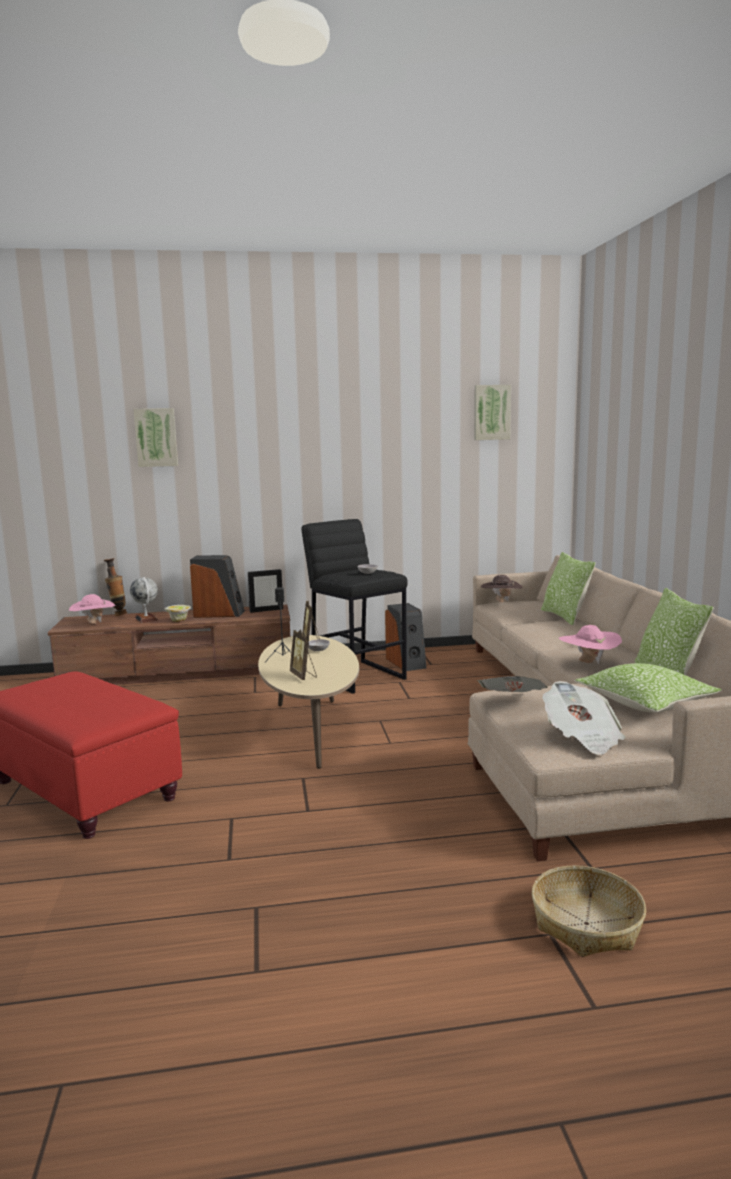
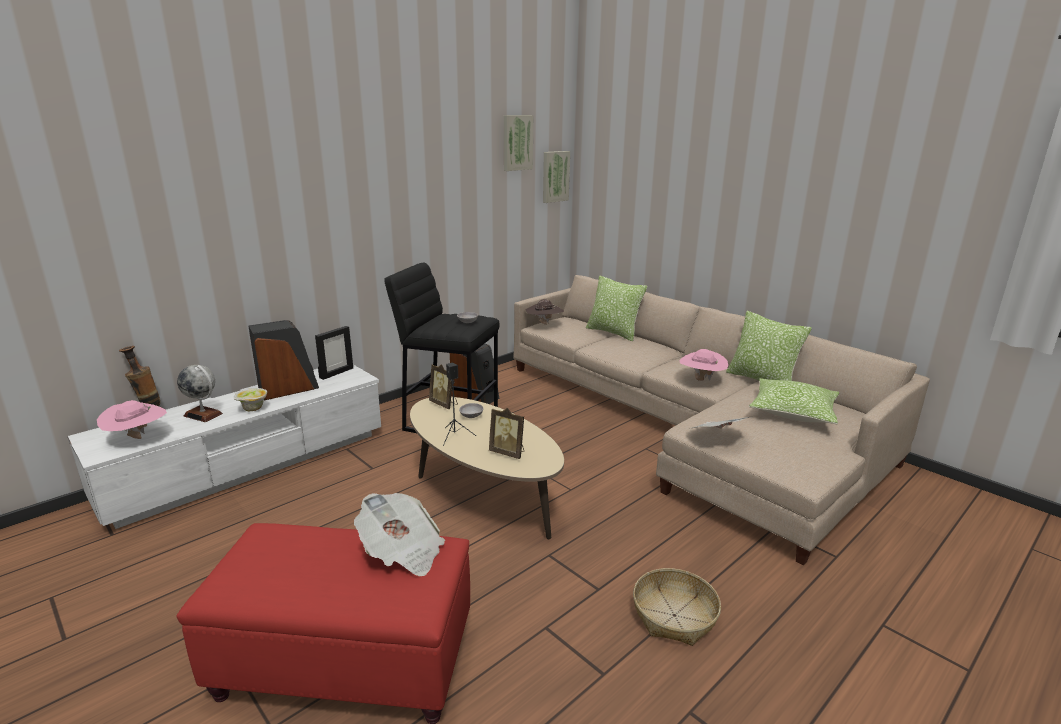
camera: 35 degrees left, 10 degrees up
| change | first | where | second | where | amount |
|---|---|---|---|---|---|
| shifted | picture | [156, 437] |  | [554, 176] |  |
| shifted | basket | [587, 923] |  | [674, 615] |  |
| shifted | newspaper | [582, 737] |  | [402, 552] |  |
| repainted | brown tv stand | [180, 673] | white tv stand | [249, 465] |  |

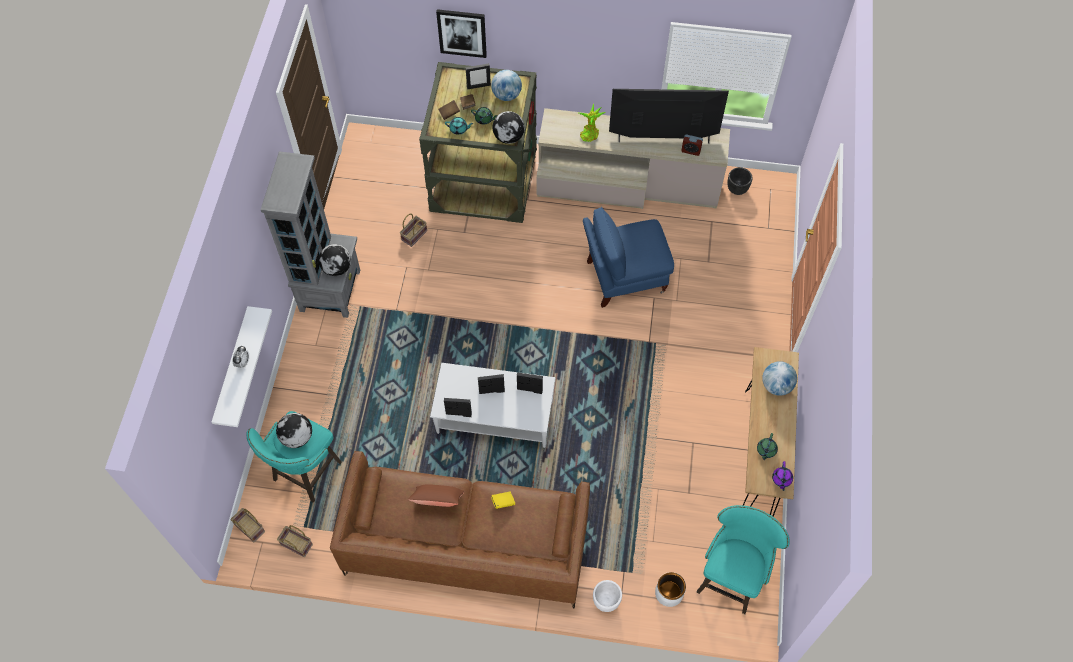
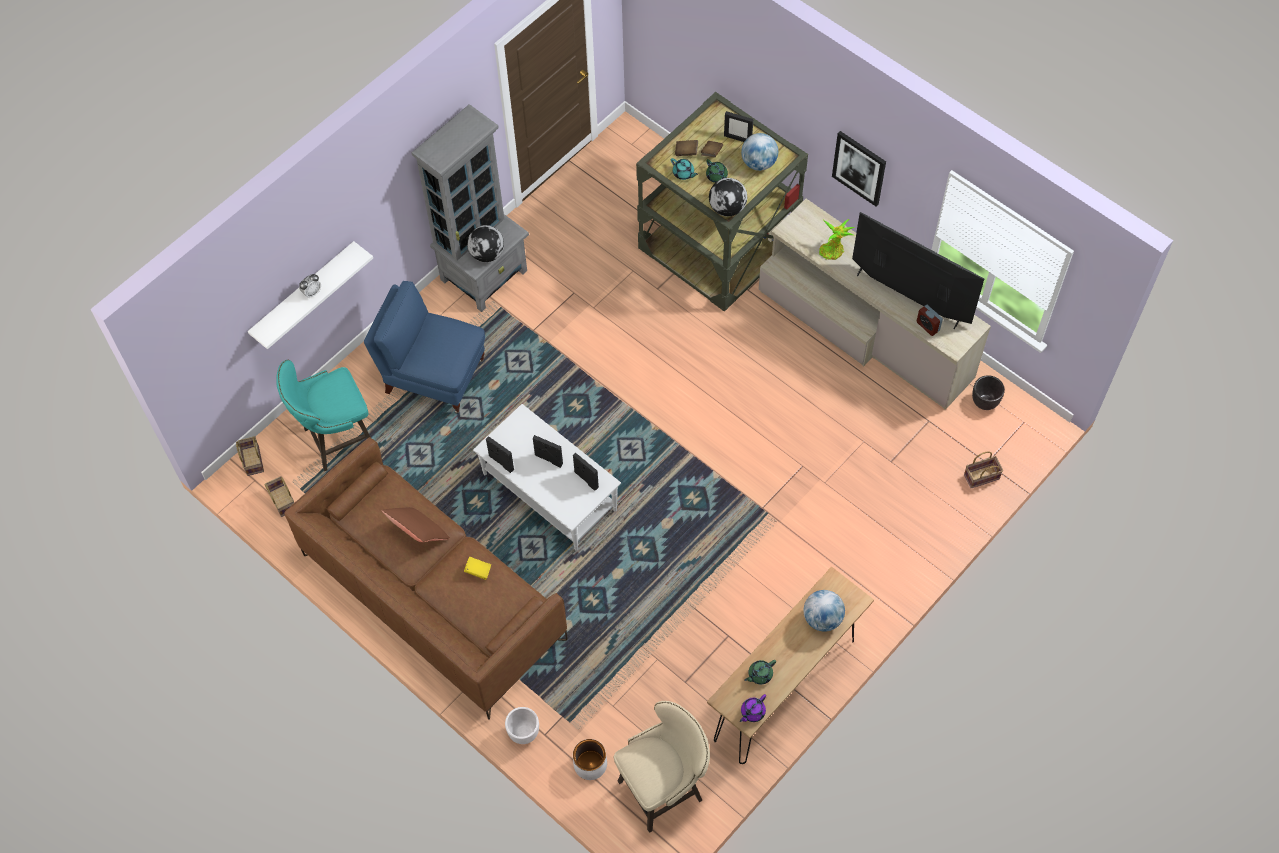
camera: 35 degrees right, 0 degrees up
| change | first | where | second | where | amount |
|---|---|---|---|---|---|
| gone | globe | [297, 437] |  |  |  |
| shifted | basket | [414, 236] |  | [981, 477] |  |
| shifted | picture | [462, 32] |  | [859, 168] |  |
| shifted | blue armchair | [624, 277] |  | [434, 376] |  |
| repainted | turquoise stool | [731, 576] | beige stool | [663, 788] |  |

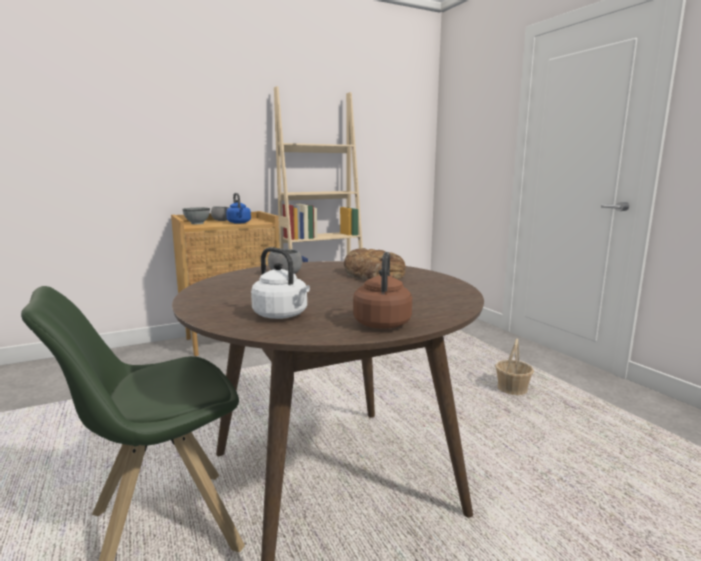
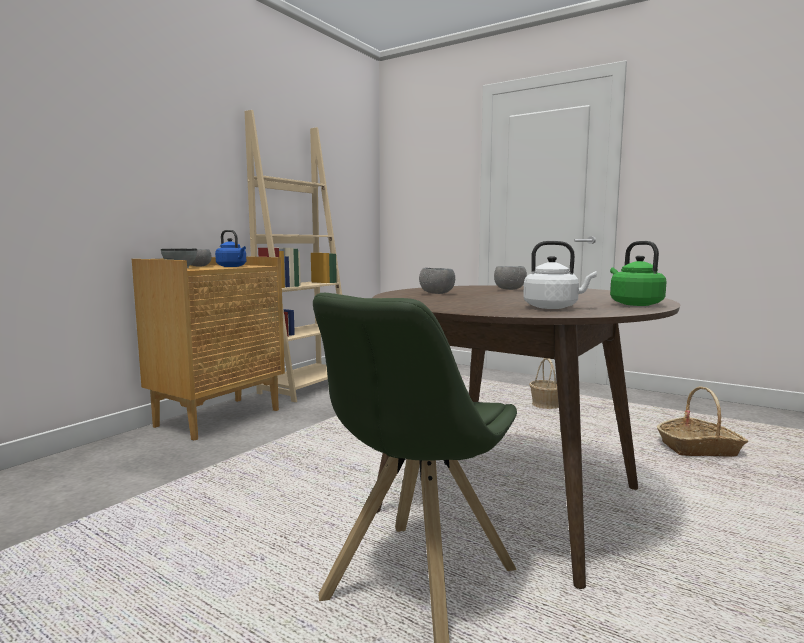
camera: 30 degrees left, 5 degrees down
| change | first | where | second | where | amount |
|---|---|---|---|---|---|
| new |  |  | basket | [699, 449] |  |
| swapped | bread | [374, 275] | grey bowl | [509, 289] |  |
| repainted | brown kettle | [382, 322] | green kettle | [633, 304] |  |

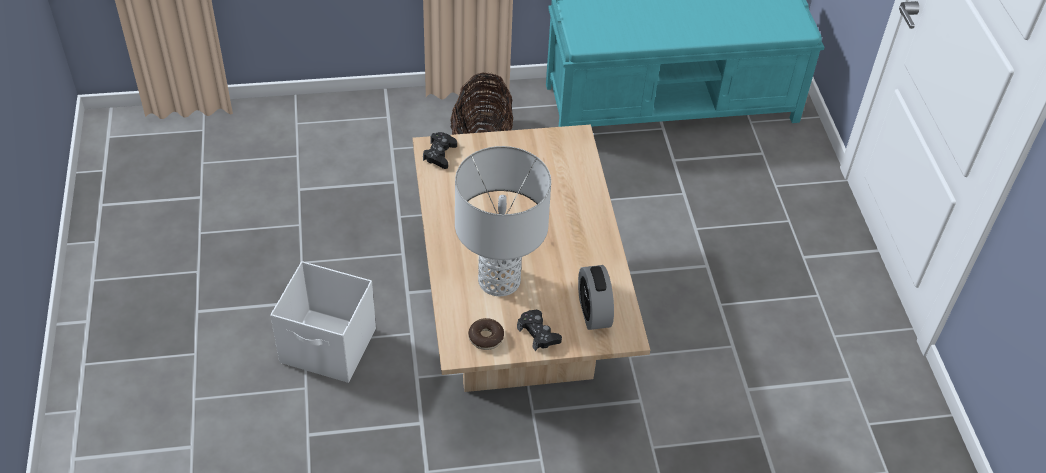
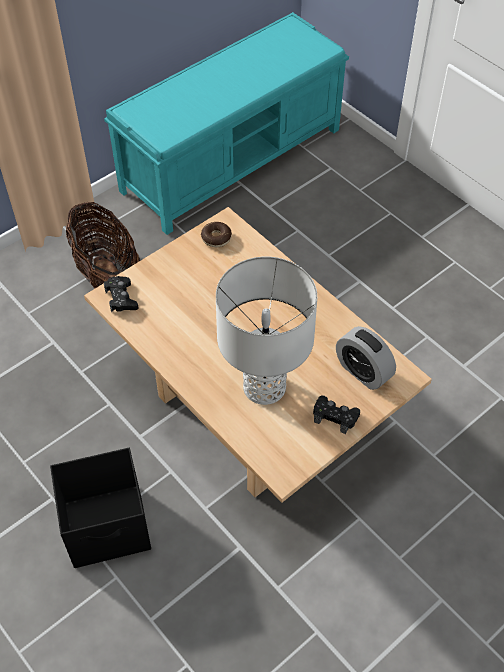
camera: 30 degrees left, 5 degrees up
| change | first | where | second | where | amount |
|---|---|---|---|---|---|
| shifted | donut | [486, 337] |  | [216, 238] |  |
| repainted | white storage box | [329, 347] | black storage box | [108, 526] |  |

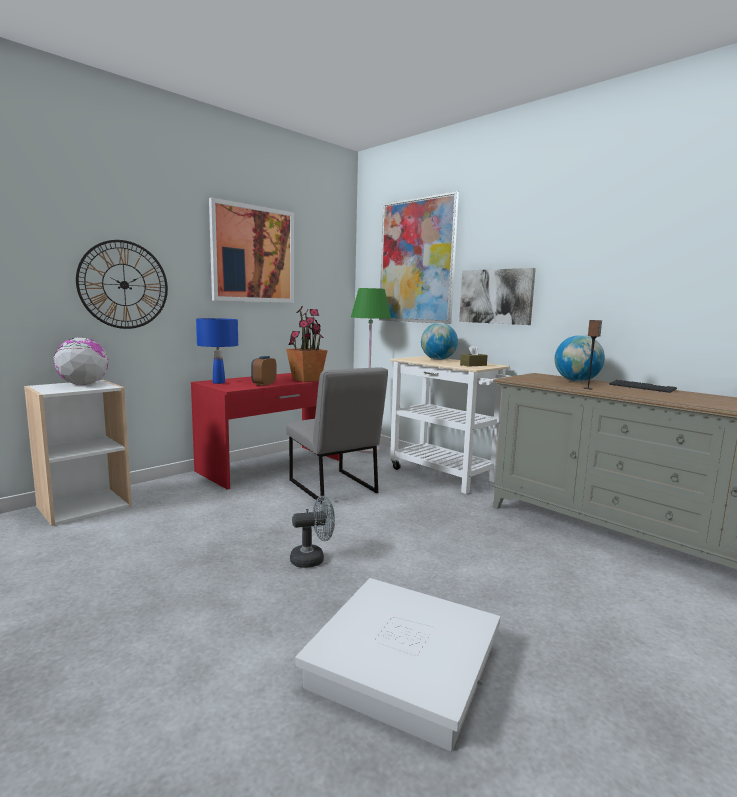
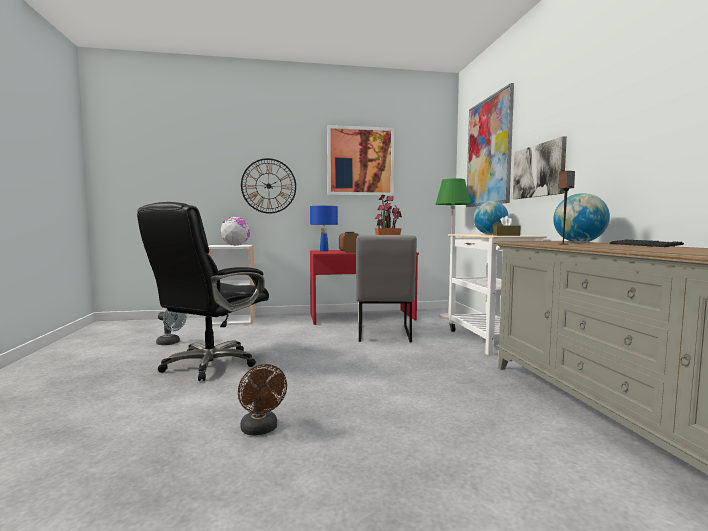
camera: 35 degrees right, 5 degrees down
| change | first | where | second | where | amount |
|---|---|---|---|---|---|
| new |  |  | black office chair | [211, 363] |  |
| shifted | grey fan | [313, 559] |  | [171, 343] |  |
| swapped | white storage box | [403, 665] | brown fan | [261, 430] |  |

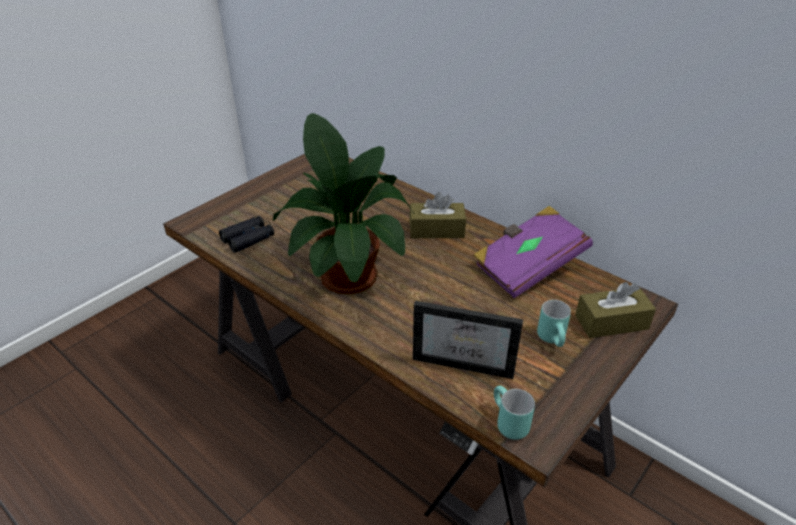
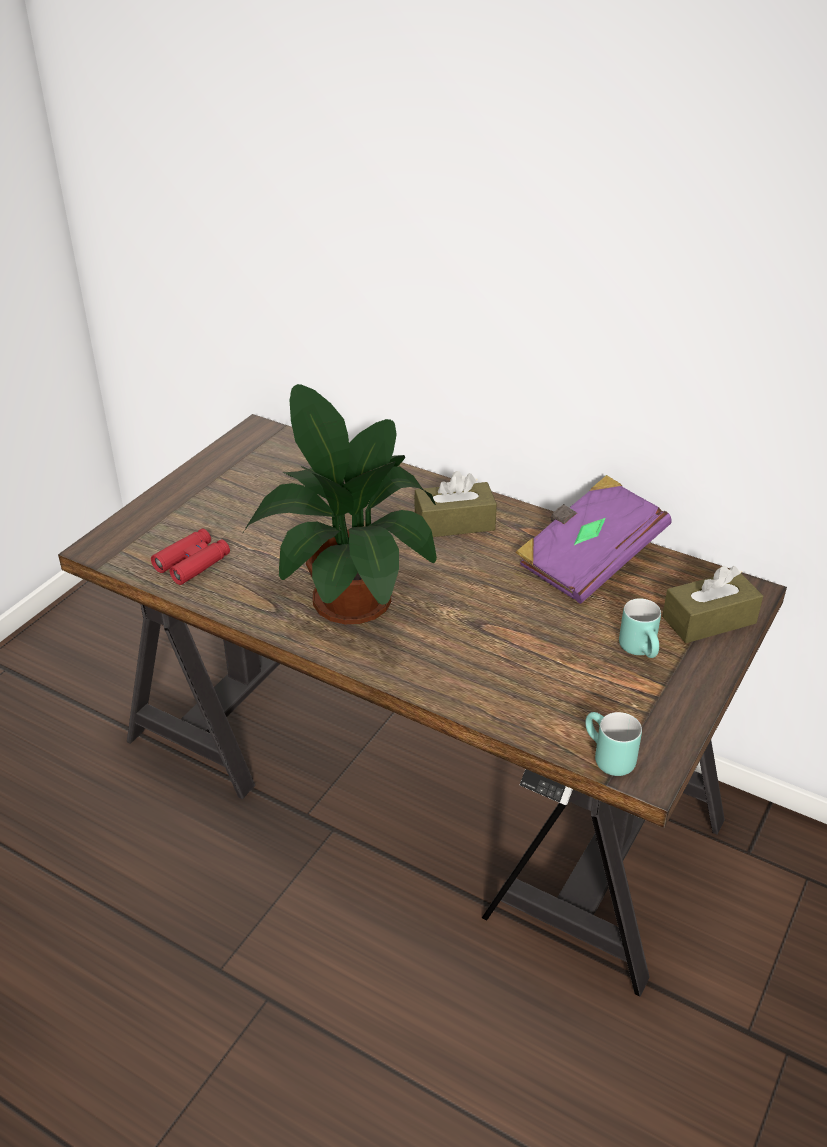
camera: 10 degrees left, 0 degrees up
| change | first | where | second | where | amount |
|---|---|---|---|---|---|
| gone | picture frame | [466, 360] |  |  |  |
| repainted | black binoculars | [248, 238] | red binoculars | [192, 563] |  |

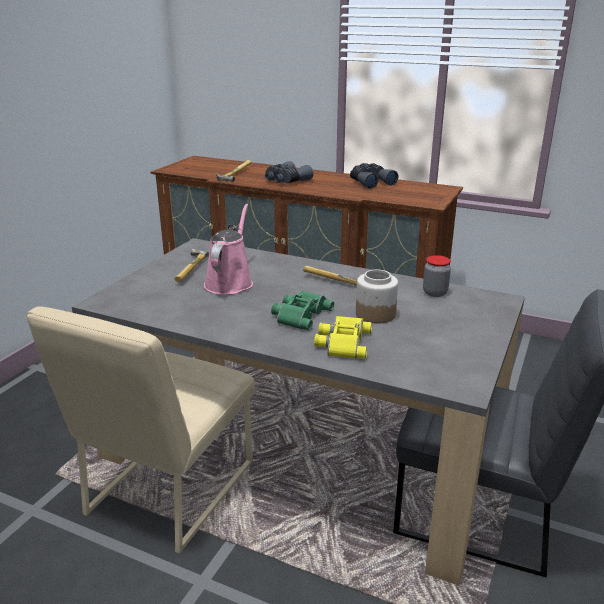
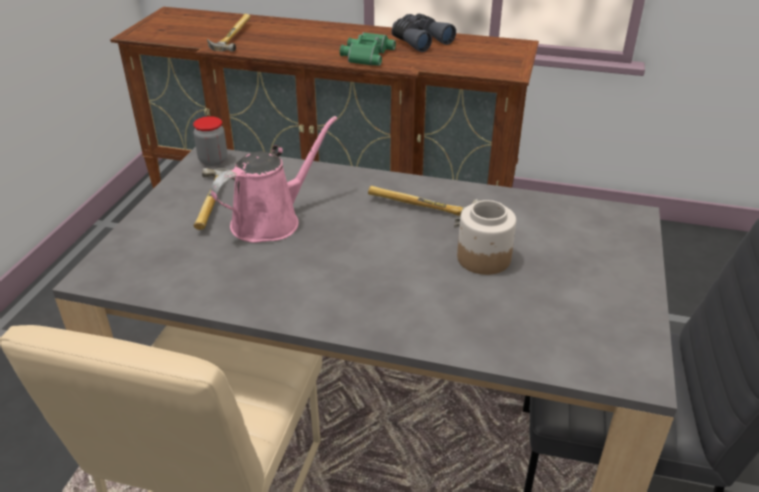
camera: 10 degrees left, 10 degrees up
| change | first | where | second | where | amount |
|---|---|---|---|---|---|
| gone | grey binoculars | [286, 181] |  |  |  |
| gone | yellow binoculars | [342, 342] |  |  |  |
| shifted | green binoculars | [300, 314] |  | [366, 55] |  |
| shifted | jar | [435, 293] |  | [213, 160] |  |
| rotated | pink watering can | [230, 282] |  | [271, 221] | 45 degrees clockwise |

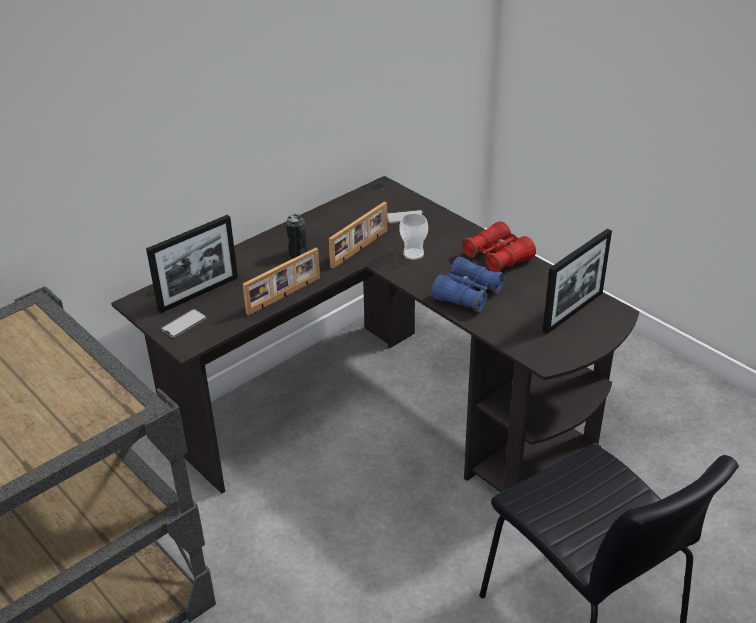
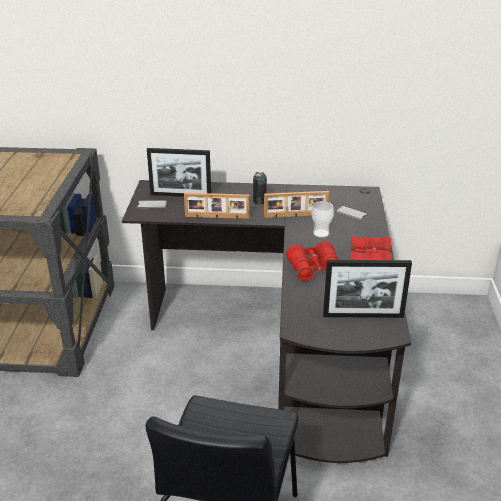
camera: 45 degrees right, 5 degrees down
| change | first | where | second | where | amount |
|---|---|---|---|---|---|
| repainted | blue binoculars | [467, 294] | red binoculars | [314, 269] |  |

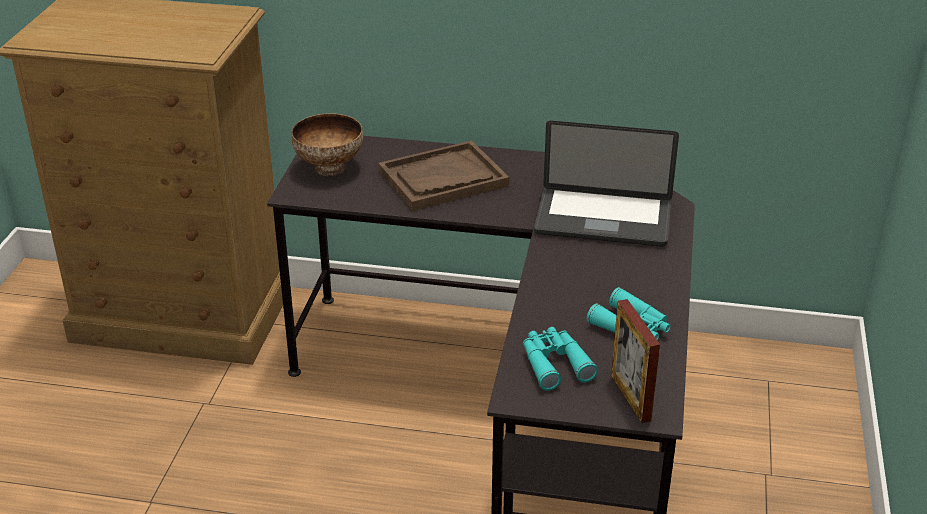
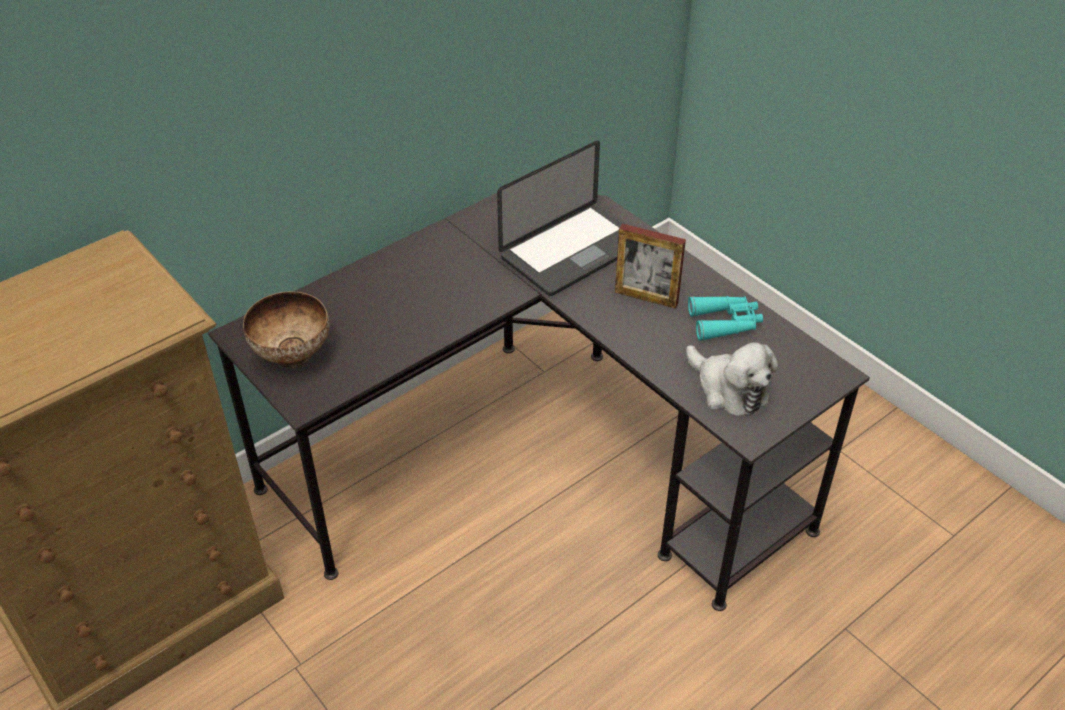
camera: 50 degrees left, 10 degrees up
| change | first | where | second | where | amount |
|---|---|---|---|---|---|
| gone | brown tray | [443, 179] |  |  |  |
| shifted | picture frame | [630, 398] |  | [646, 297] |  |
| swapped | turquoise binoculars | [554, 364] | plush toy | [728, 389] |  |

